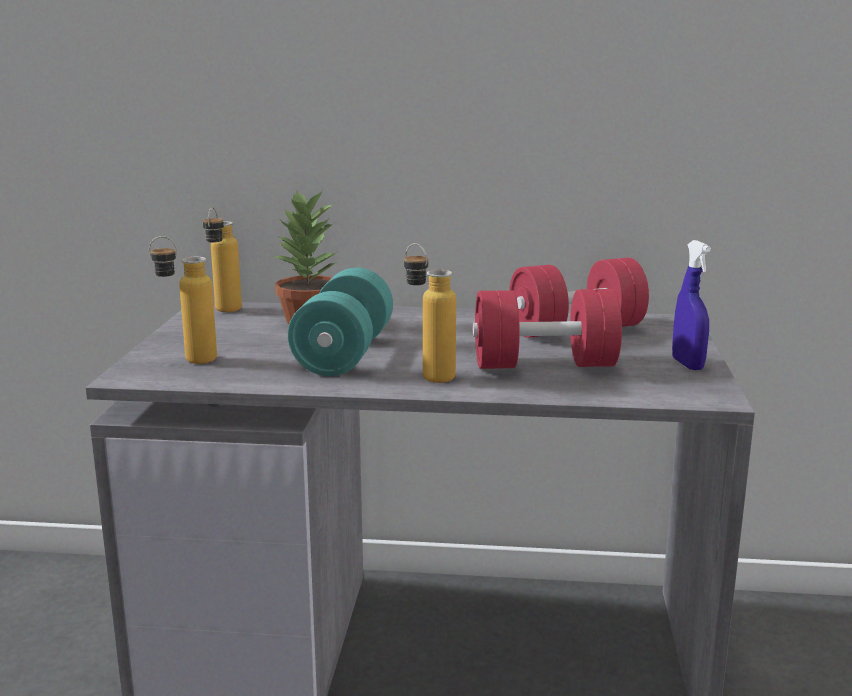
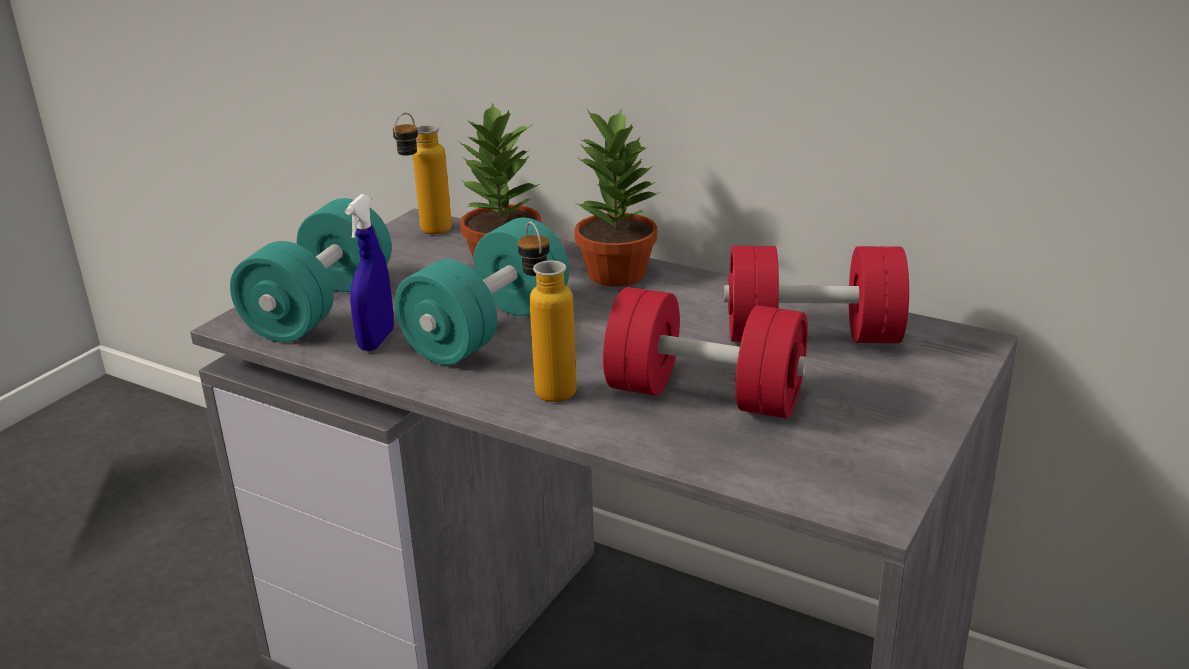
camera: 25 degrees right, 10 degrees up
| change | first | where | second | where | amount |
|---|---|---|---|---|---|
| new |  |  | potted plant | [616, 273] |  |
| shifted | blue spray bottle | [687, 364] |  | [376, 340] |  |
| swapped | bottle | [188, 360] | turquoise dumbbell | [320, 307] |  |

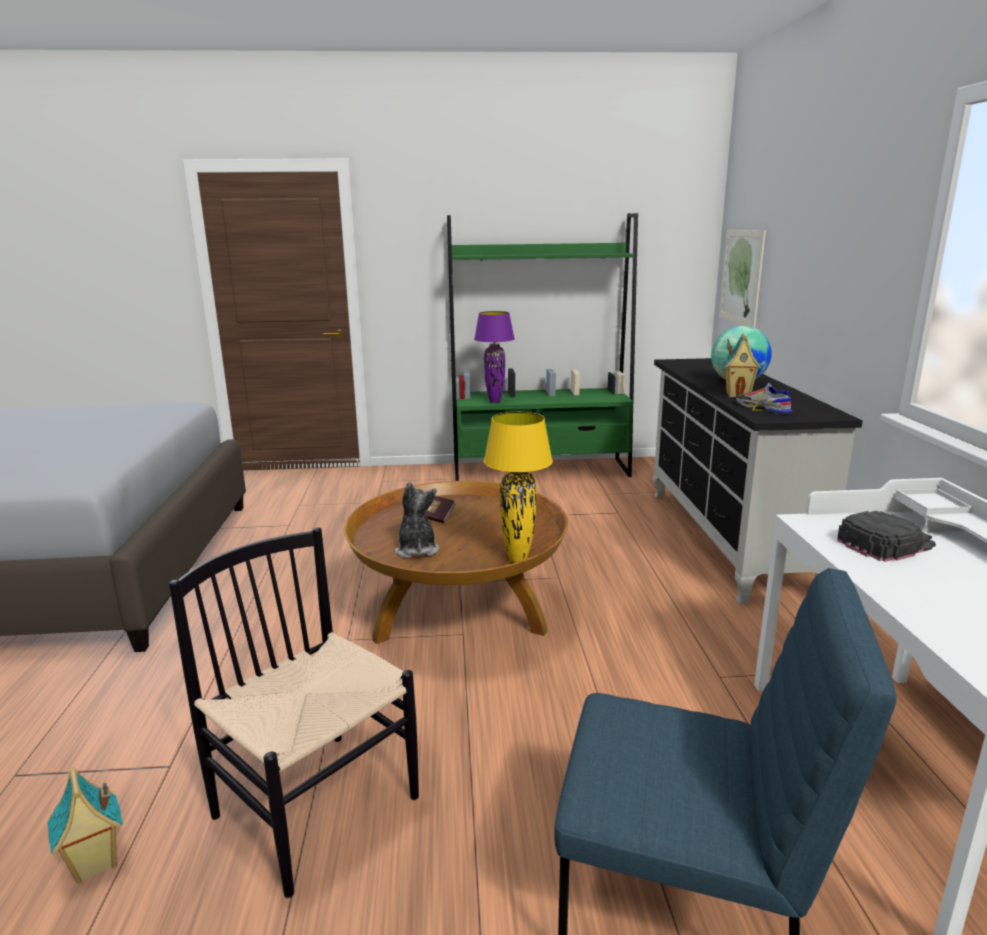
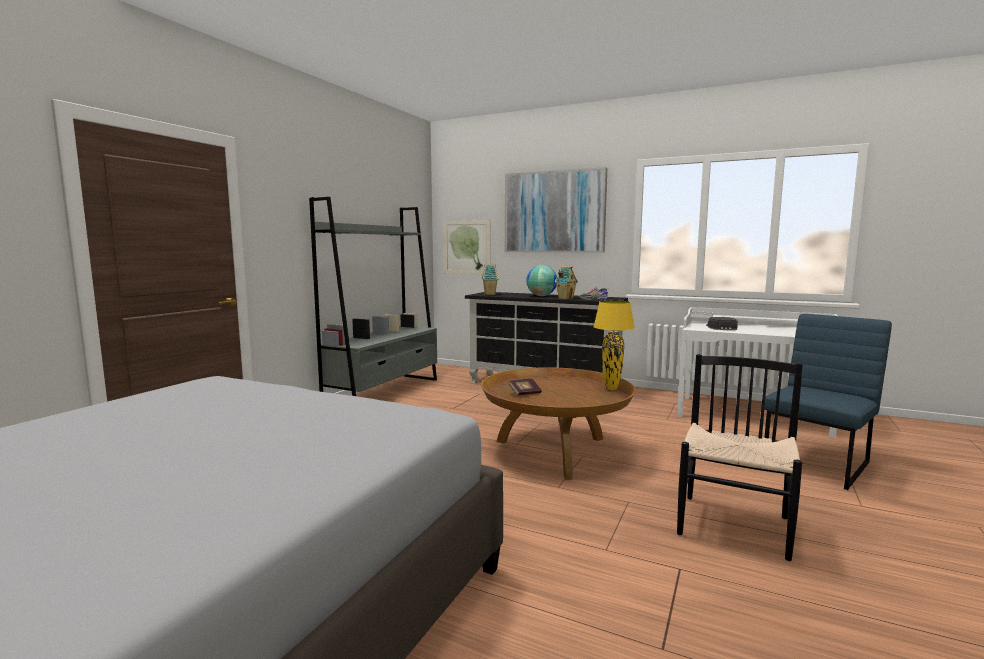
camera: 60 degrees left, 10 degrees down
| change | first | where | second | where | amount |
|---|---|---|---|---|---|
| gone | plush toy | [416, 550] |  |  |  |
| gone | purple table lamp | [494, 401] |  |  |  |
| new |  |  | picture | [554, 212] |  |
| shifted | toy house | [94, 864] |  | [490, 294] |  |
| repainted | green bookcase | [541, 470] | grey bookcase | [384, 392] |  |
| rotated | black chair | [312, 802] |  | [734, 524] | 135 degrees clockwise |

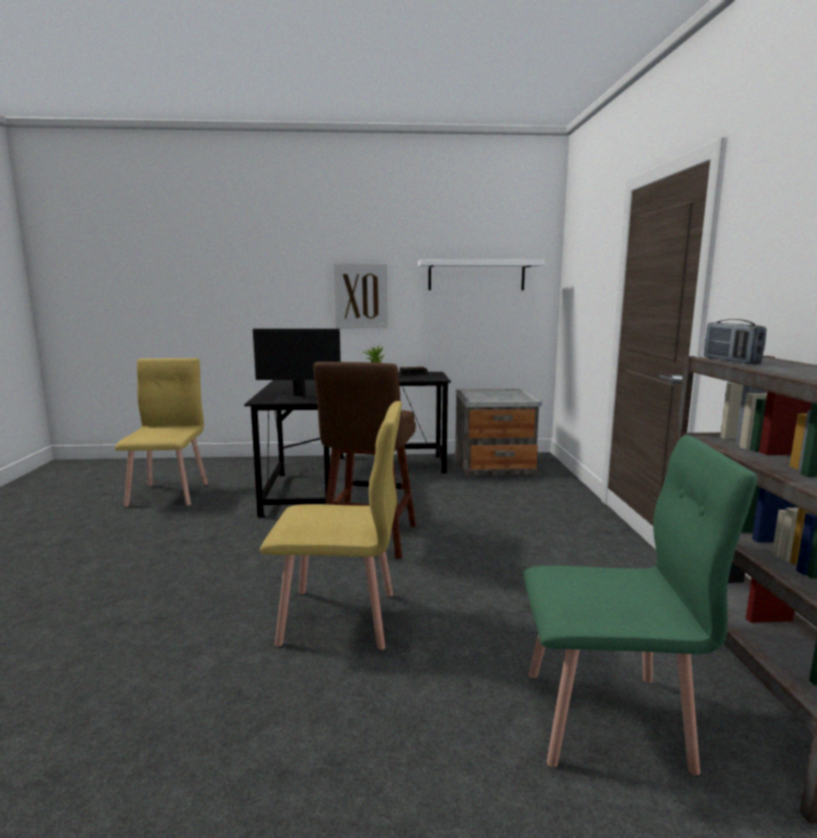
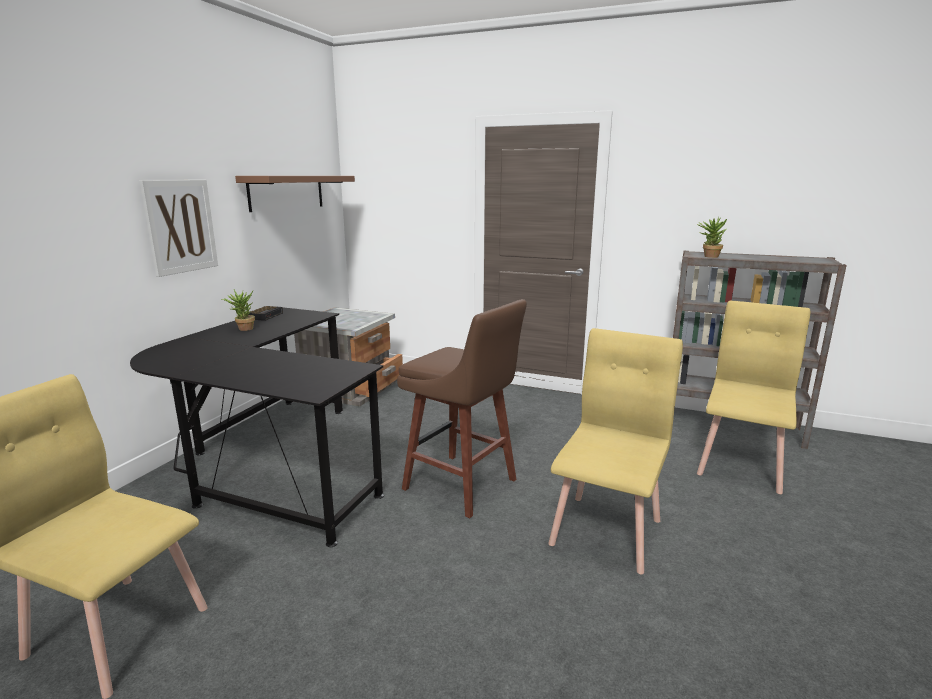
camera: 65 degrees left, 5 degrees up
| change | first | where | second | where | amount |
|---|---|---|---|---|---|
| gone | monitor | [298, 399] |  |  |  |
| swapped | radio | [730, 361] | potted plant | [708, 256] |  |
| repainted | white shelf | [476, 275] | brown shelf | [287, 192] |  |
| repainted | green chair | [607, 719] | yellow chair | [741, 466] |  |

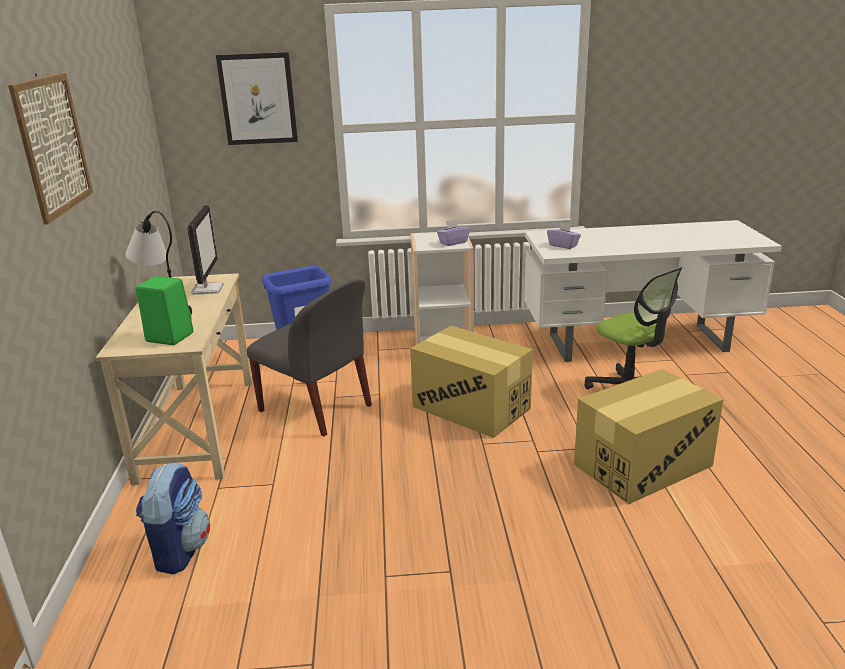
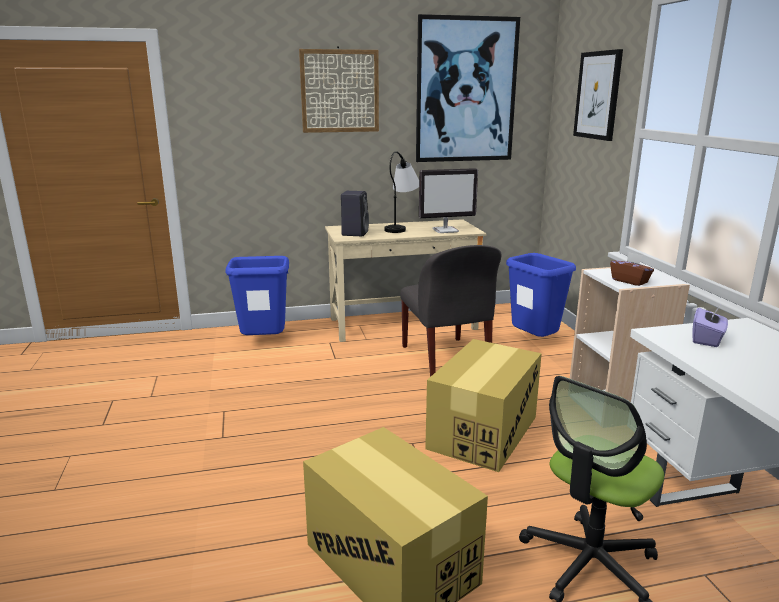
camera: 80 degrees right, 5 degrees down
| change | first | where | second | where | amount |
|---|---|---|---|---|---|
| new |  |  | picture | [466, 90] |  |
| swapped | backpack | [179, 550] | blue trash can | [264, 343] |  |
| repainted | green speaker | [168, 337] | black speaker | [355, 233] |  |
| repainted | purple tissue box | [453, 242] | brown tissue box | [630, 281] |  |
| rotated | grey chair | [317, 409] |  | [446, 359] | 45 degrees counterclockwise |

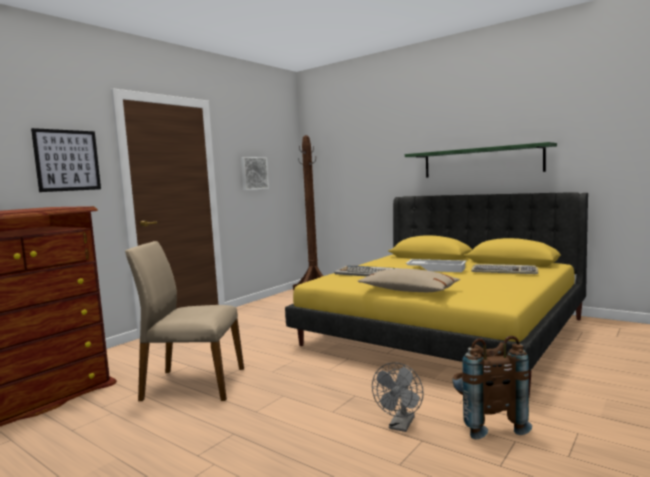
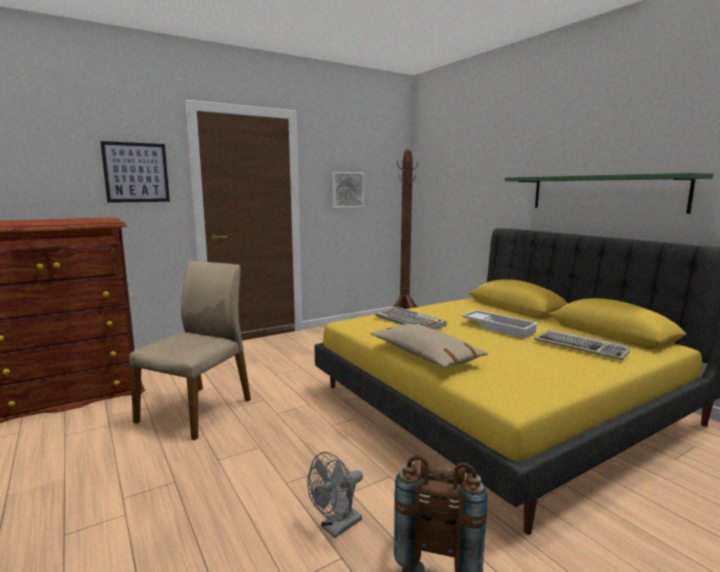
camera: 20 degrees right, 5 degrees up
| change | first | where | second | where | amount |
|---|---|---|---|---|---|
| rotated | beige chair | [192, 384] |  | [197, 410] | 90 degrees clockwise |

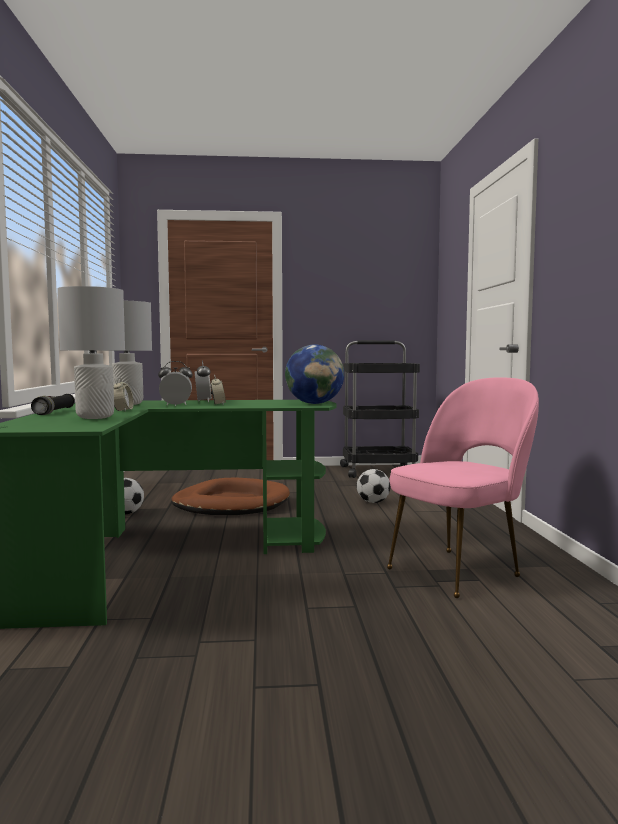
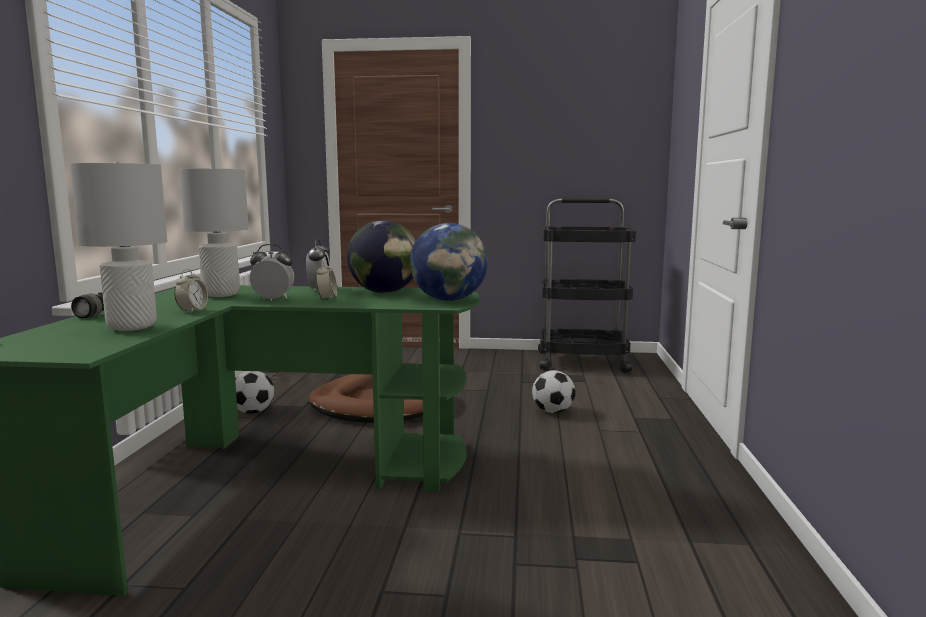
camera: 10 degrees right, 5 degrees up
| change | first | where | second | where | amount |
|---|---|---|---|---|---|
| gone | pink chair | [460, 570] |  |  |  |
| new |  |  | globe | [384, 292] |  |

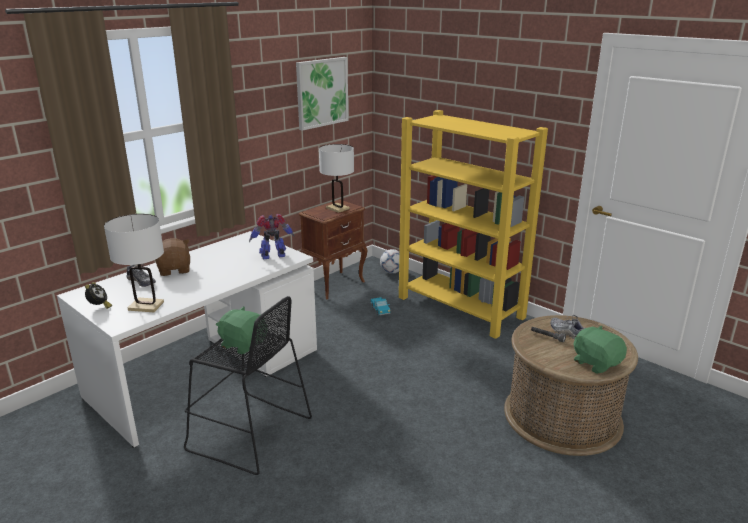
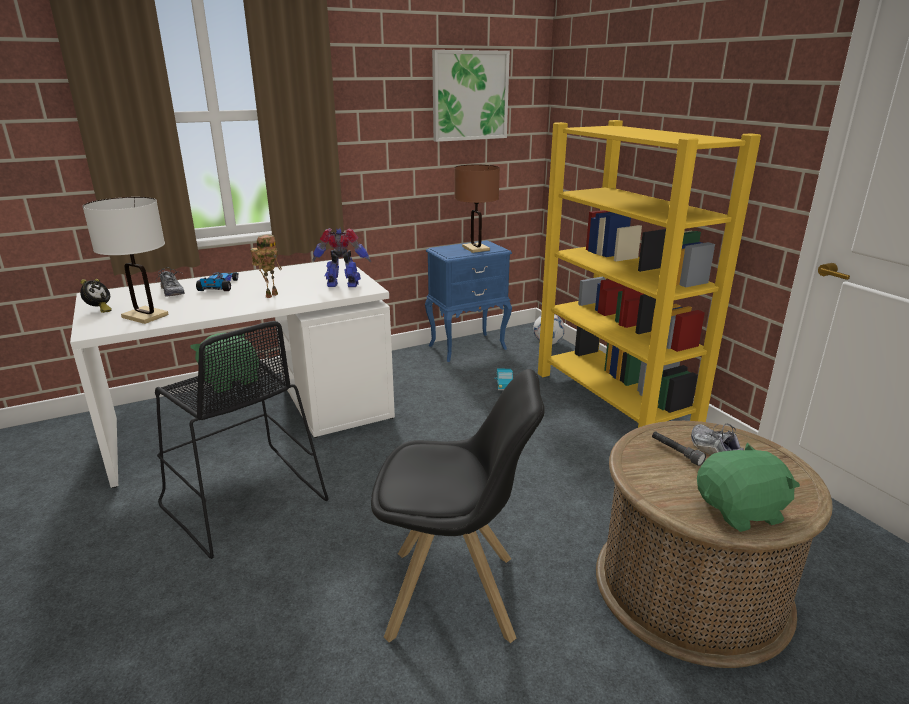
camera: 20 degrees right, 0 degrees up
| change | first | where | second | where | amount |
|---|---|---|---|---|---|
| new |  |  | toy robot | [271, 295] |  |
| new |  |  | black chair | [453, 595] |  |
| swapped | brown plush toy | [175, 270] | toy car | [220, 285] |  |
| repainted | brown nightstand | [334, 285] | blue nightstand | [467, 347] |  |
| repainted | white table lamp | [337, 208] | brown table lamp | [476, 248] |  |
| rotated | green plush toy | [596, 363] |  | [740, 511] | 90 degrees clockwise |

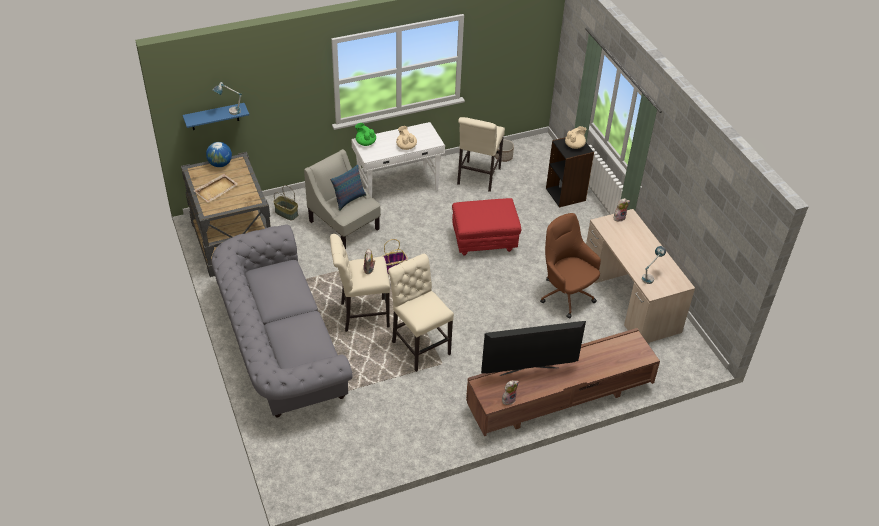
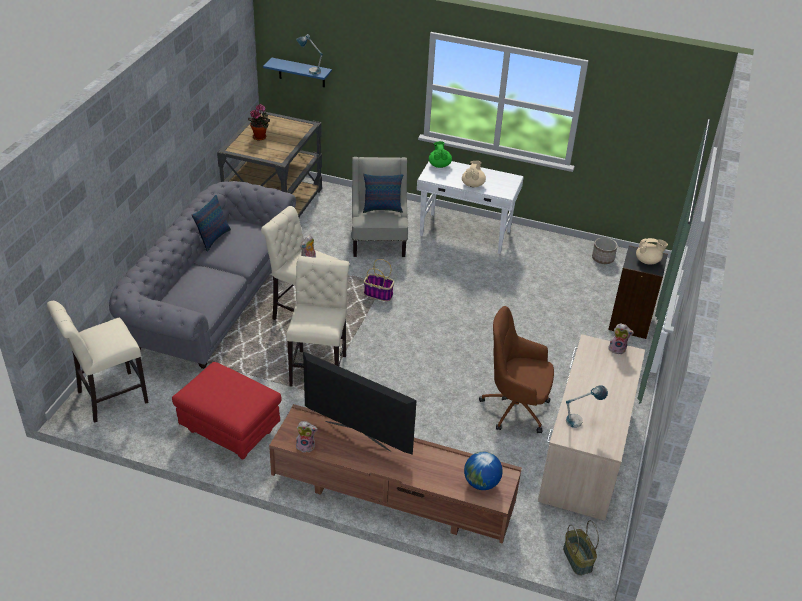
camera: 40 degrees right, 5 degrees down
| change | first | where | second | where | amount |
|---|---|---|---|---|---|
| new |  |  | blue pillow | [213, 238] |  |
| shifted | globe | [220, 164] |  | [481, 483] |  |
| shifted | basket | [287, 213] |  | [578, 559] |  |
| shifted | red ottoman | [484, 242] |  | [231, 431] |  |
| shifted | beige stool | [477, 178] |  | [108, 398] |  |
| swapped | beige tray | [216, 189] | potted plant | [260, 136] |  |
| rotated | brown office chair | [565, 296] |  | [514, 410] | 75 degrees counterclockwise |

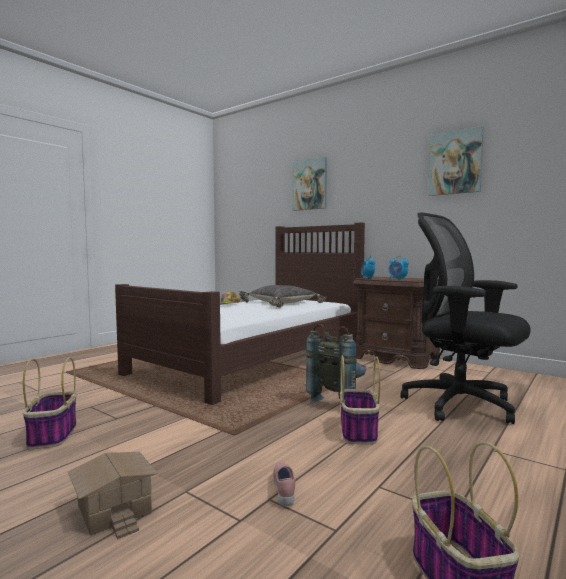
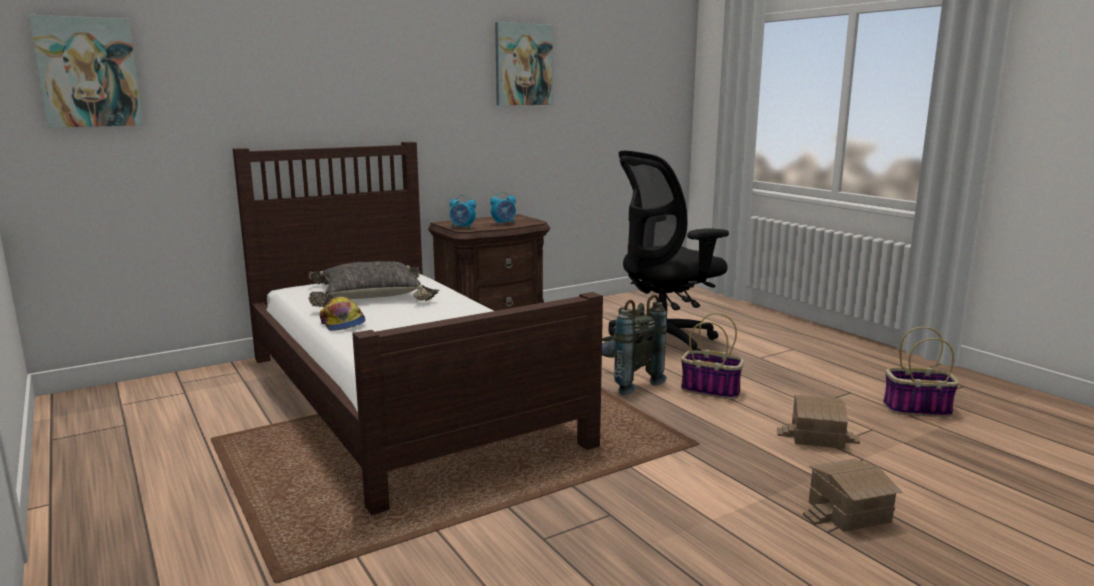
camera: 70 degrees left, 10 degrees up
| change | first | where | second | where | amount |
|---|---|---|---|---|---|
| gone | basket | [52, 436] |  |  |  |
| shifted | picture | [309, 185] |  | [88, 72] |  |
| swapped | pink shoe | [285, 490] | toy house | [817, 437] |  |

